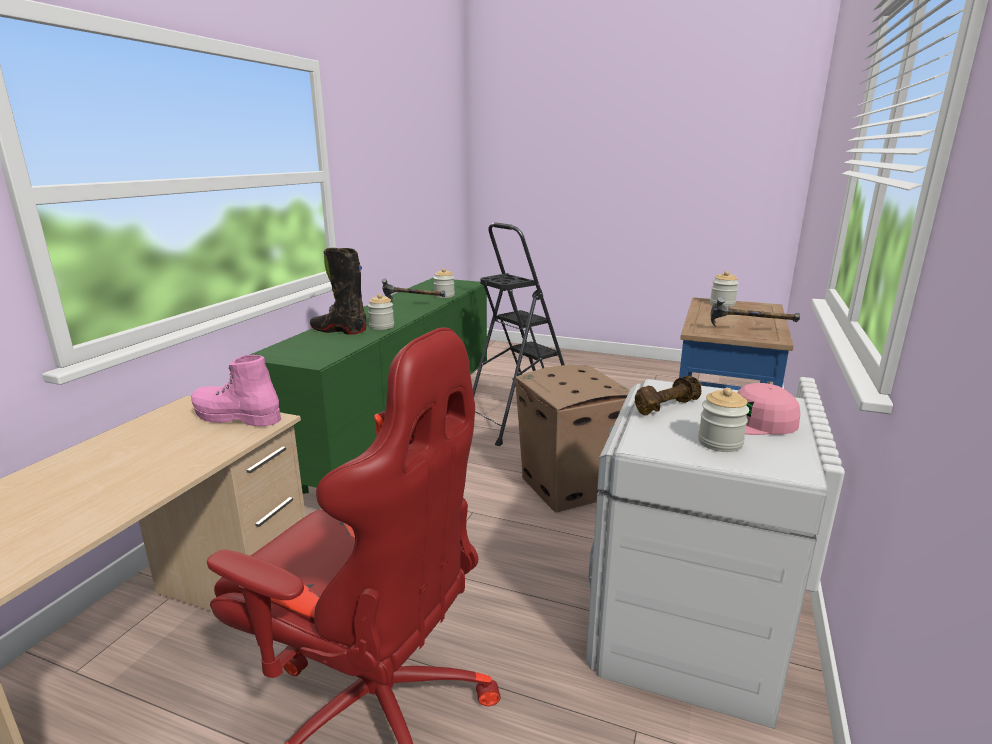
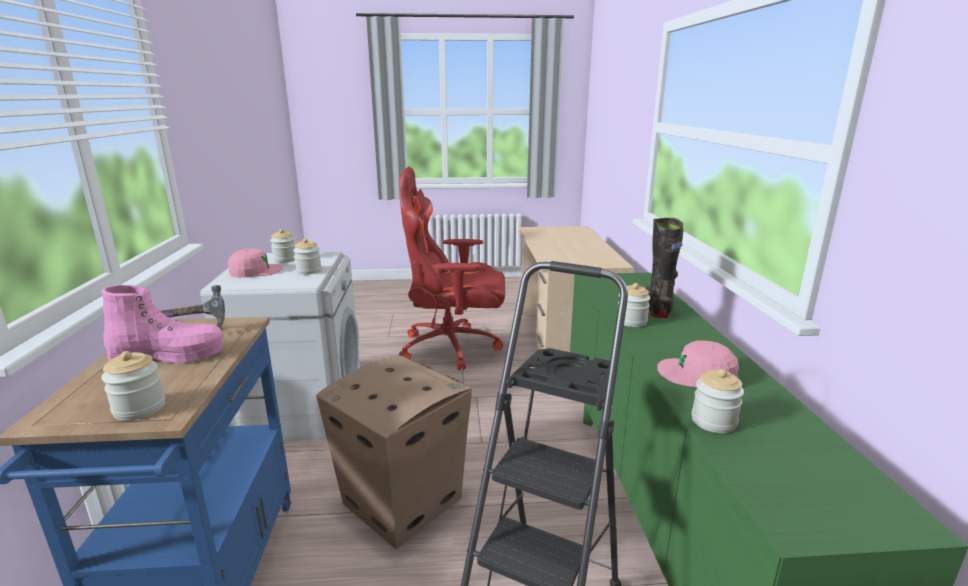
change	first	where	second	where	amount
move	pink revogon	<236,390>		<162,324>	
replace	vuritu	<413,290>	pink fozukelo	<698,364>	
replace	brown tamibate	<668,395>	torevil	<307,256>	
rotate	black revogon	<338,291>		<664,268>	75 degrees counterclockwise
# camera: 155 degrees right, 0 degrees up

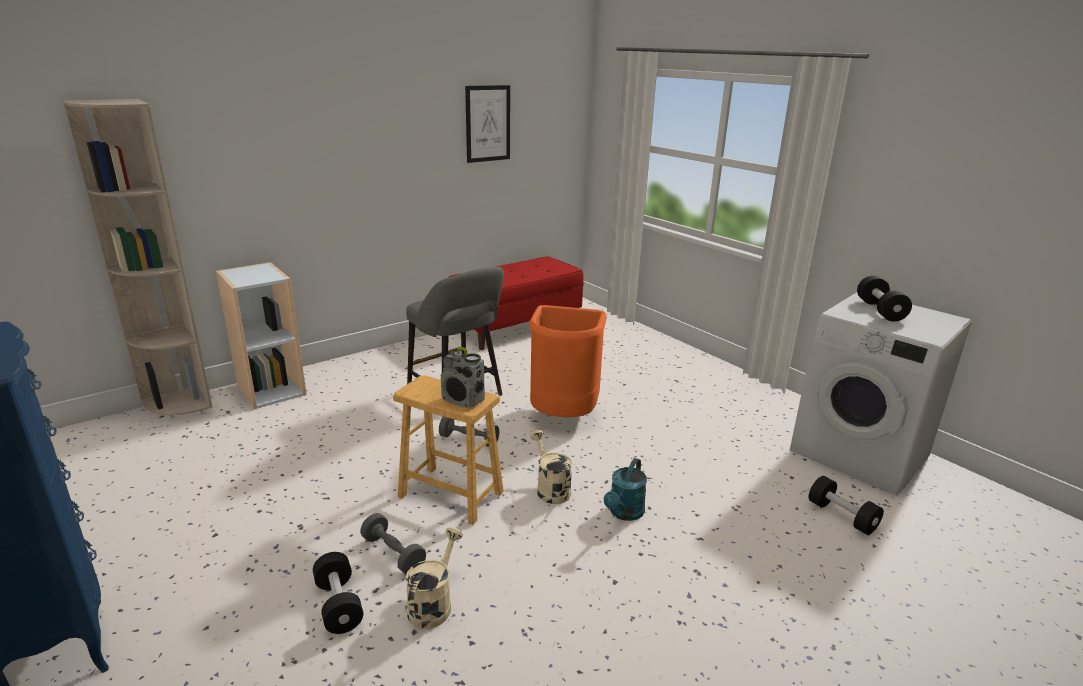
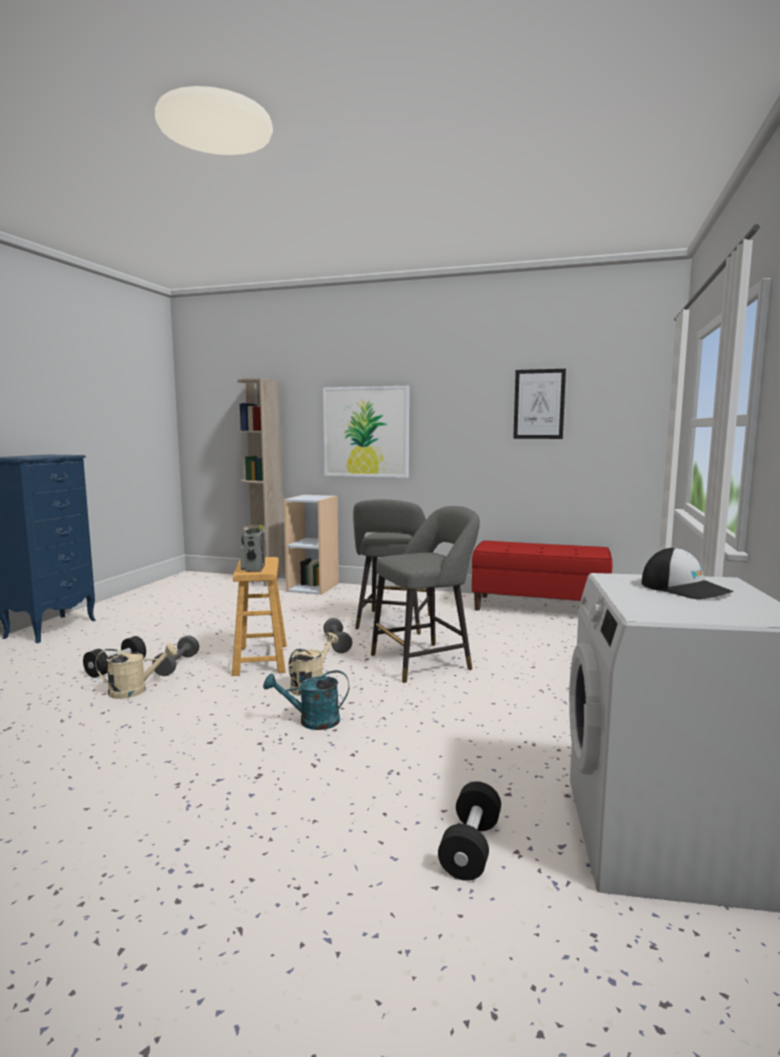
change	first	where	second	where	amount
insert			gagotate	<366,432>	
replace	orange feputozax	<568,361>	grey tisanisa	<425,594>	
replace	black tamibate	<884,298>	fozukelo	<687,573>	
# camera: 55 degrees right, 15 degrees down

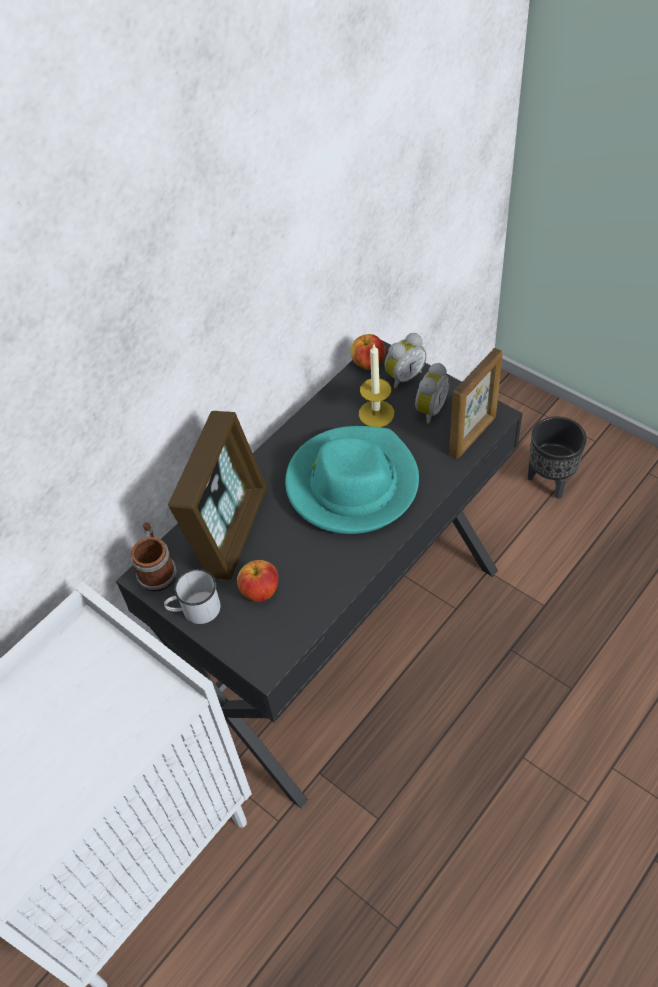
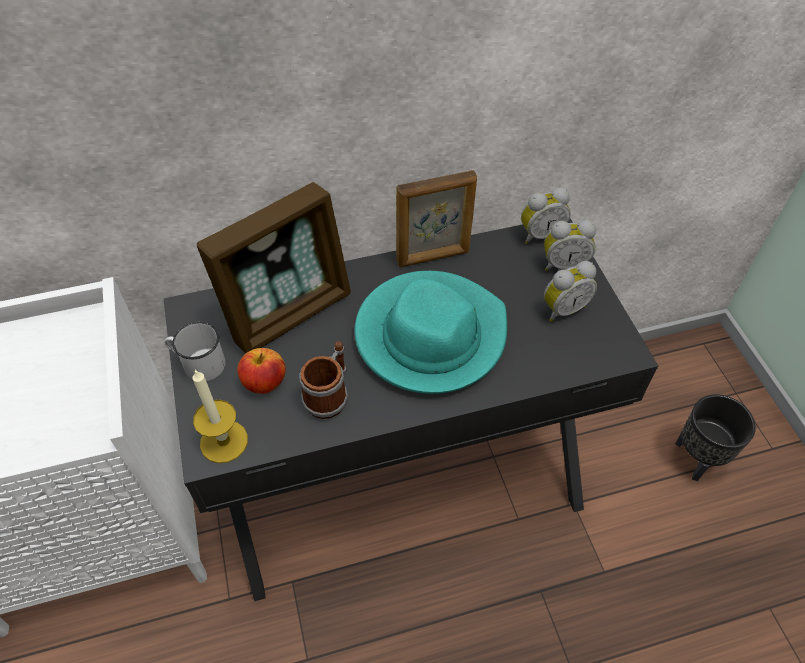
change	first	where	second	where	amount
move	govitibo	<153,556>		<323,380>	
move	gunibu	<376,386>		<220,416>	
move	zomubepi	<476,403>		<436,218>	
replace	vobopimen	<367,352>	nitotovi	<546,215>	
# camera: 30 degrees right, 0 degrees up

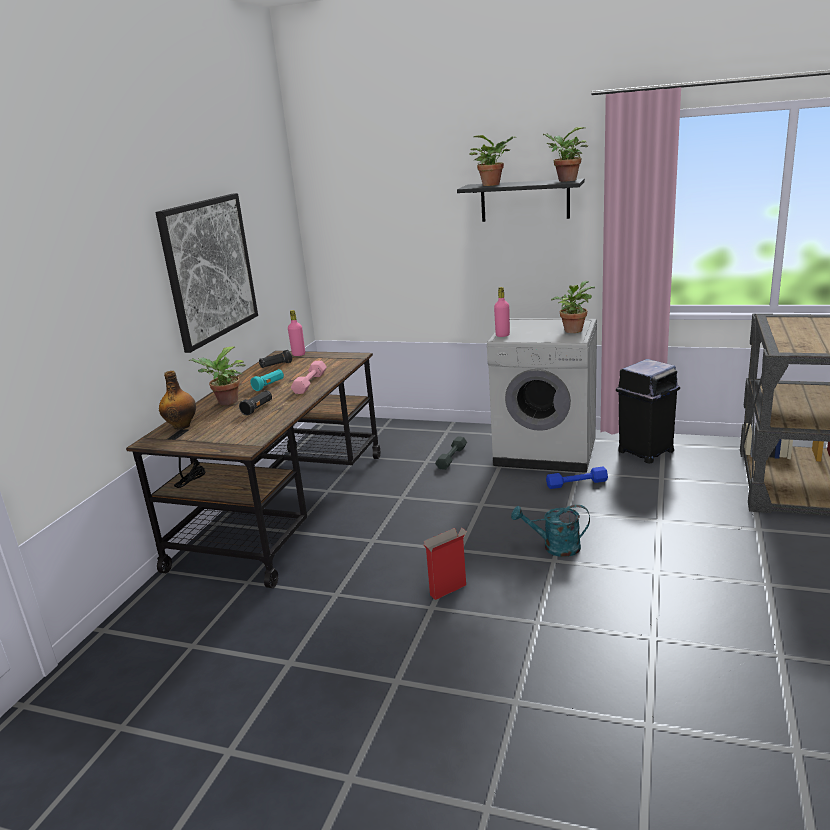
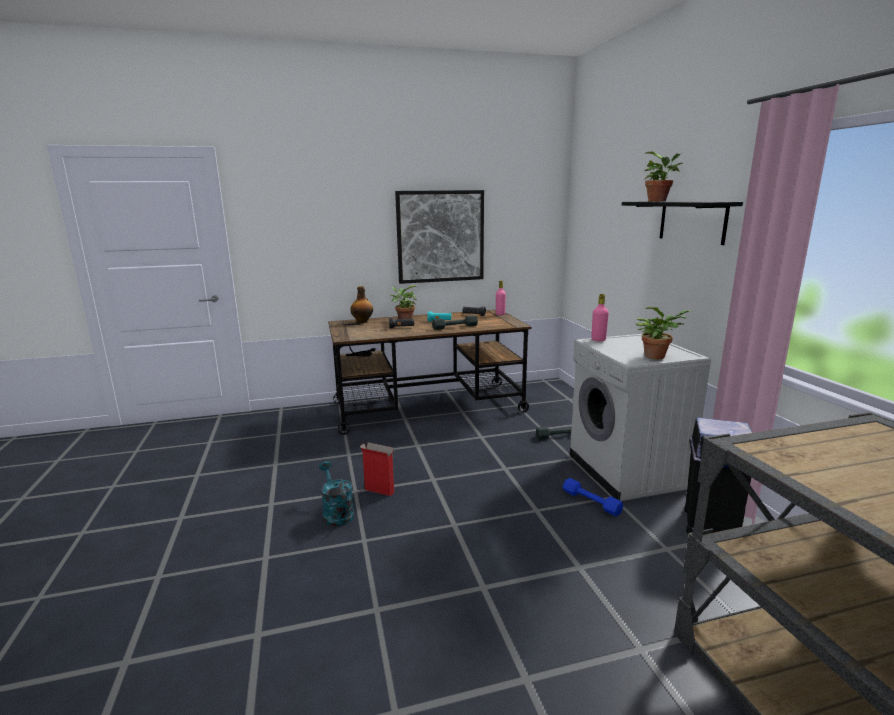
change	first	where	second	where	amount
delete	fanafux	<565,154>			
move	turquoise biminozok	<550,531>		<336,493>	
recolor	pink tamibate	<309,377>	grey tamibate	<455,322>	
# camera: 55 degrees right, 5 degrees down

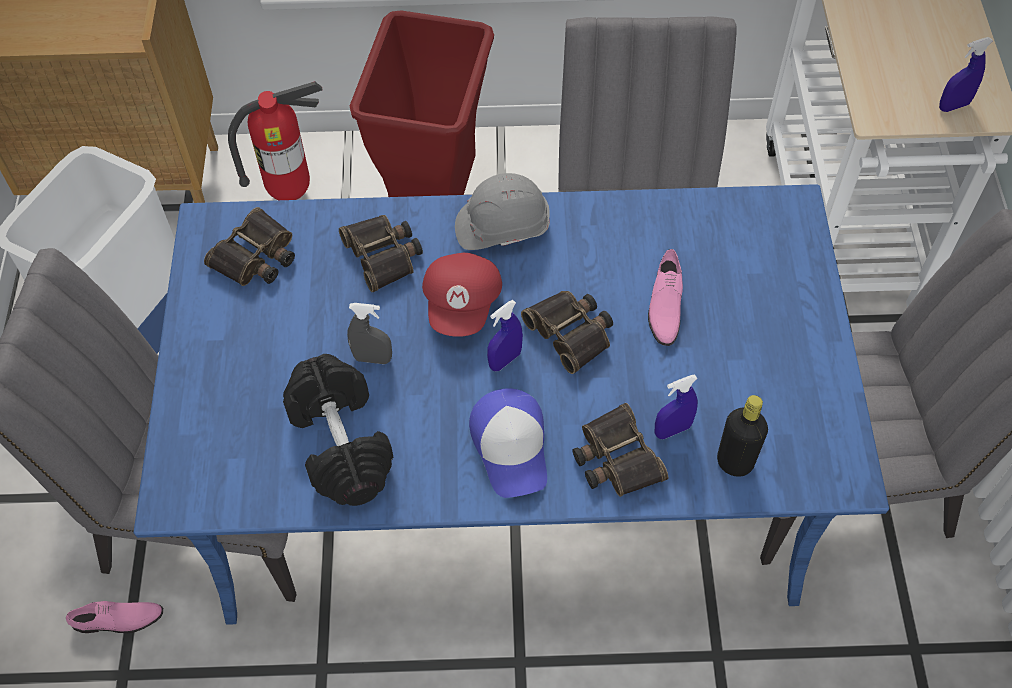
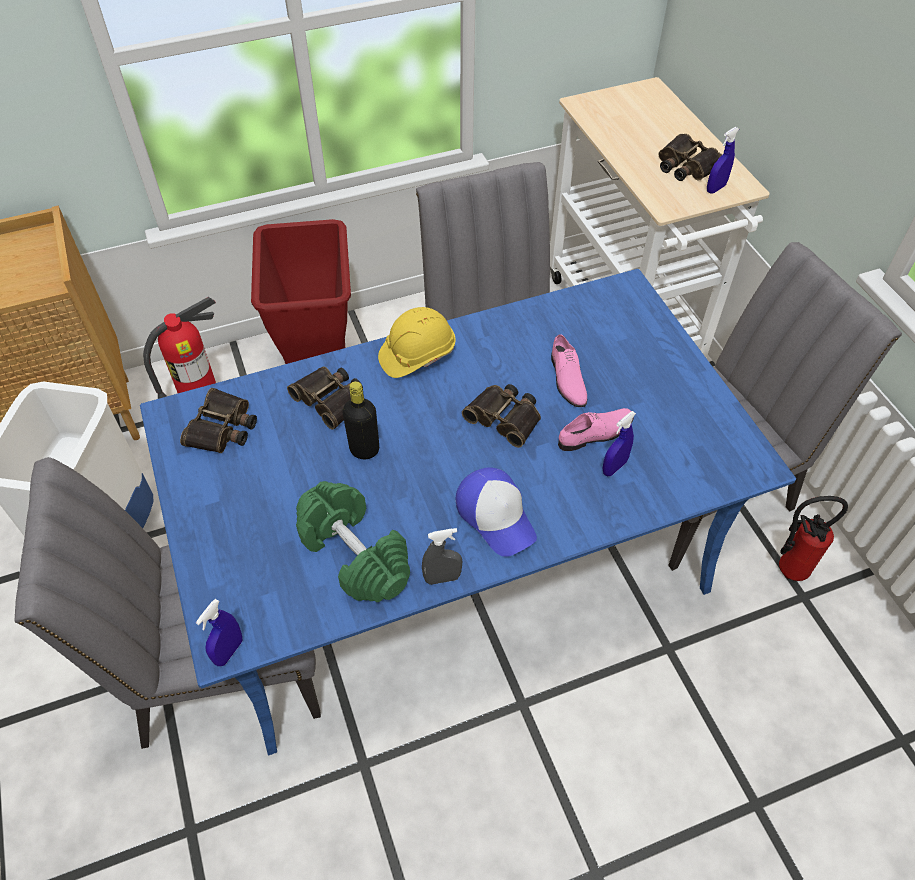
change	first	where	second	where	amount
delete	red fozukelo	<462,295>			
insert			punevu	<813,538>	
move	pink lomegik	<114,617>		<596,429>	
move	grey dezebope	<369,333>		<442,556>	
move	blue dezebope	<505,335>		<219,632>	
move	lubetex	<620,450>		<690,157>	
move	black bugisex	<742,436>		<360,420>	
recolor	black tamibate	<338,430>	green tamibate	<353,541>	
recolor	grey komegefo	<502,211>	yellow komegefo	<417,342>	
# camera: 20 degrees left, 5 degrees down

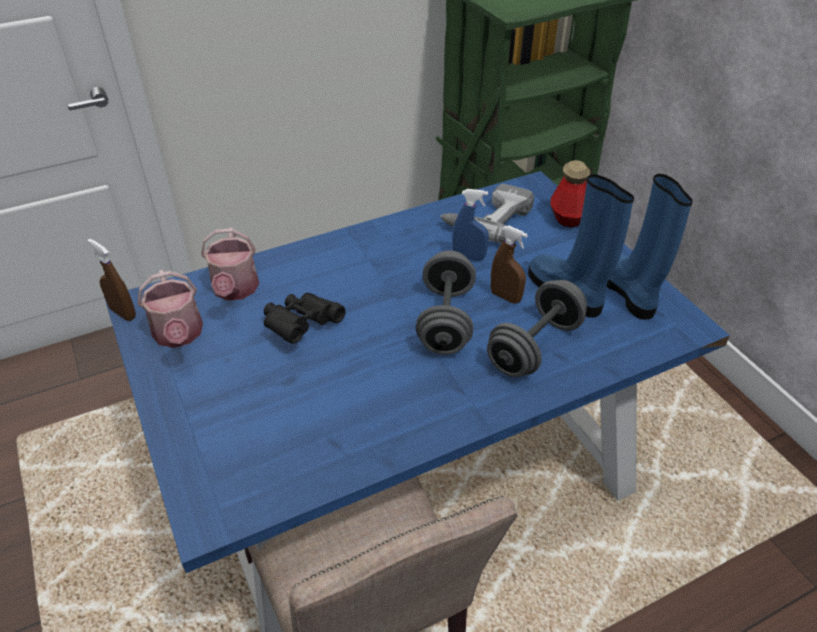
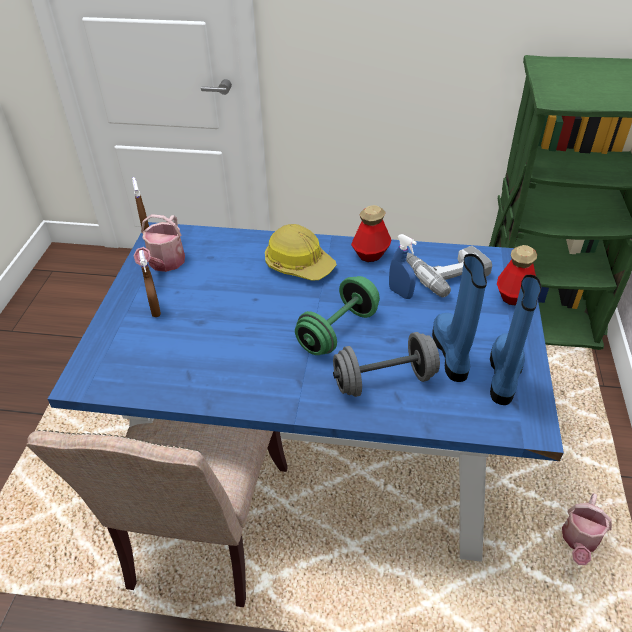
change	first	where	second	where	amount
delete	black lubetex	<305,318>			
insert			komegefo	<301,252>	
insert			bugisex	<371,233>	
move	biminozok	<230,264>		<587,529>	
move	brown dezebope	<509,265>		<150,283>	
recolor	grey tamibate	<446,302>	green tamibate	<337,315>	
# camera: 35 degrees right, 0 degrees up

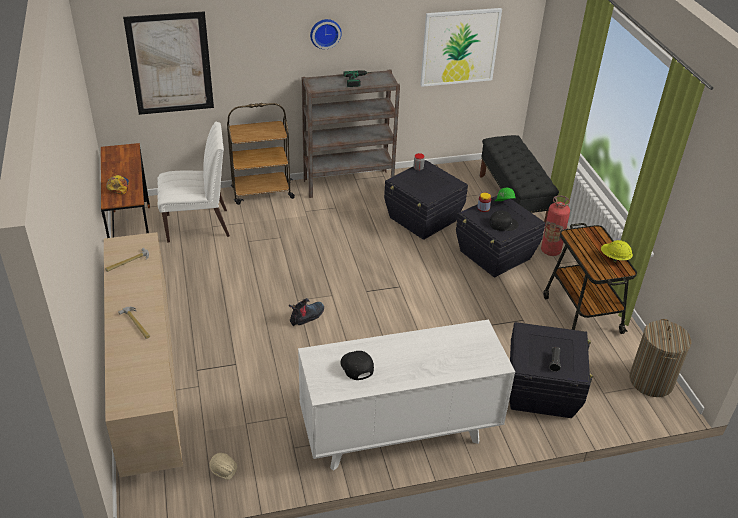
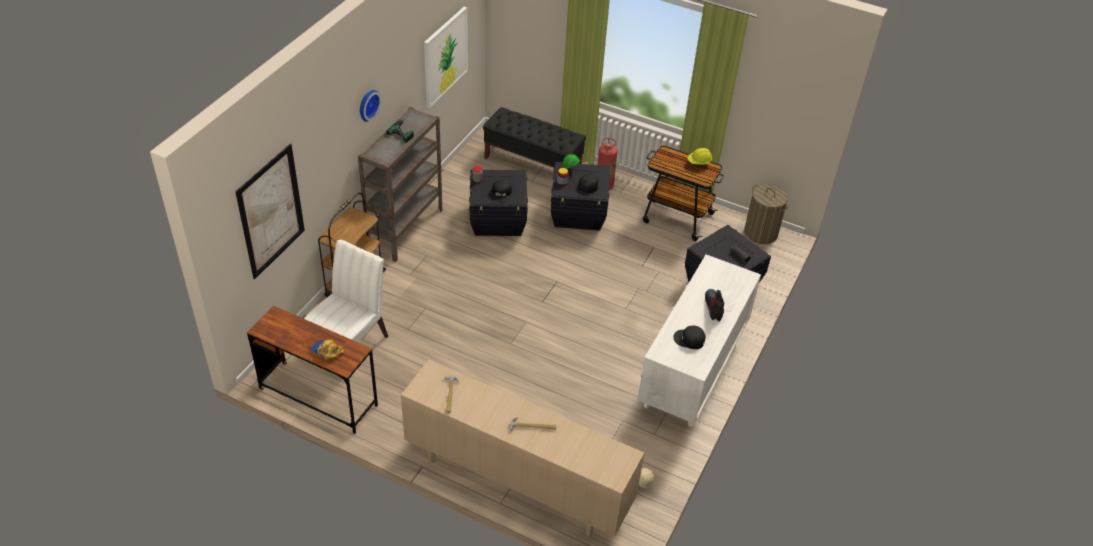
change	first	where	second	where	amount
insert			black fozukelo	<501,191>	
move	revogon	<306,312>		<714,305>	
# camera: 50 degrees left, 5 degrees up

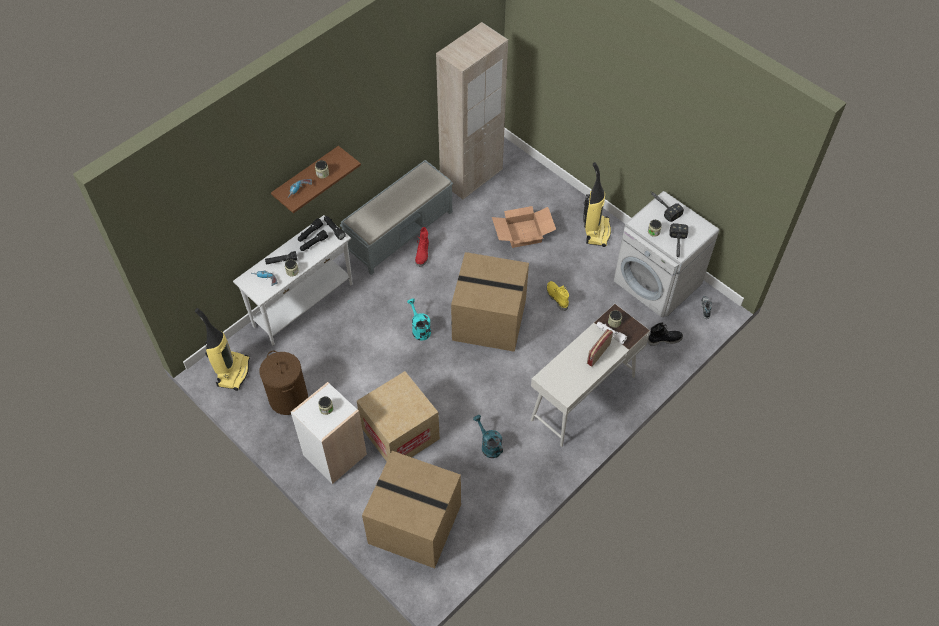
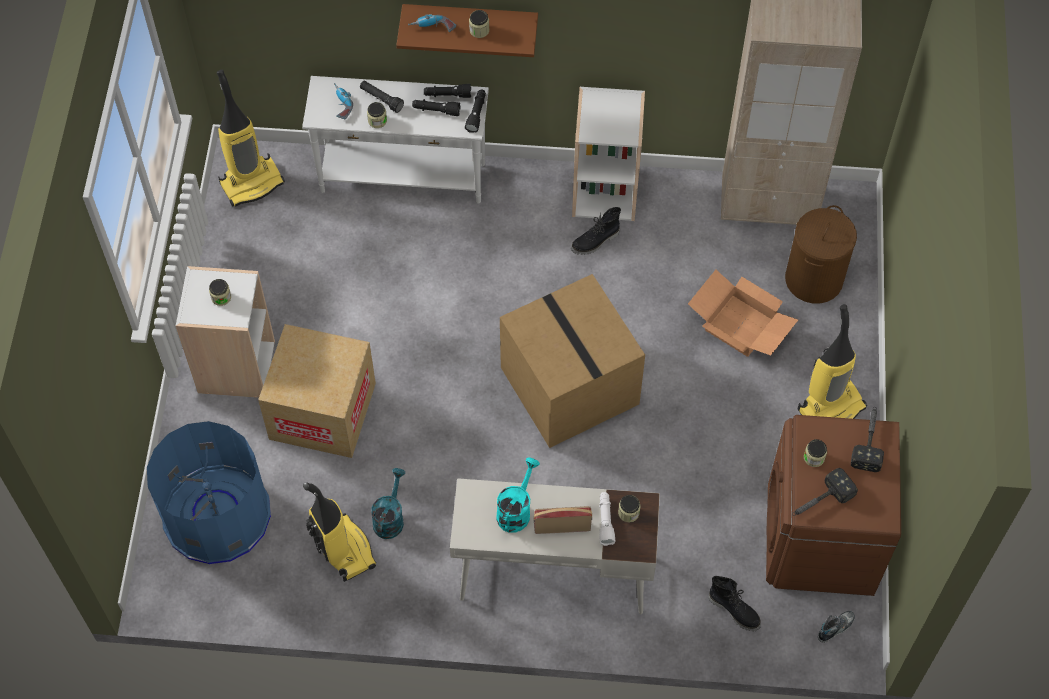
change	first	where	second	where	amount
delete	yellow revogon	<558,296>			
insert			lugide	<339,532>	
move	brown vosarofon	<283,383>		<821,254>	
move	turquoise biminozok	<419,319>		<518,495>	
replace	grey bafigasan	<396,217>	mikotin	<608,154>	
replace	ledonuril	<411,509>	blue feputozax	<209,492>	
recolor	red revogon	<422,247>	black revogon	<596,231>	
recolor	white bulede	<666,254>	brown bulede	<833,505>	
# camera: 50 degrees right, 5 degrees up

